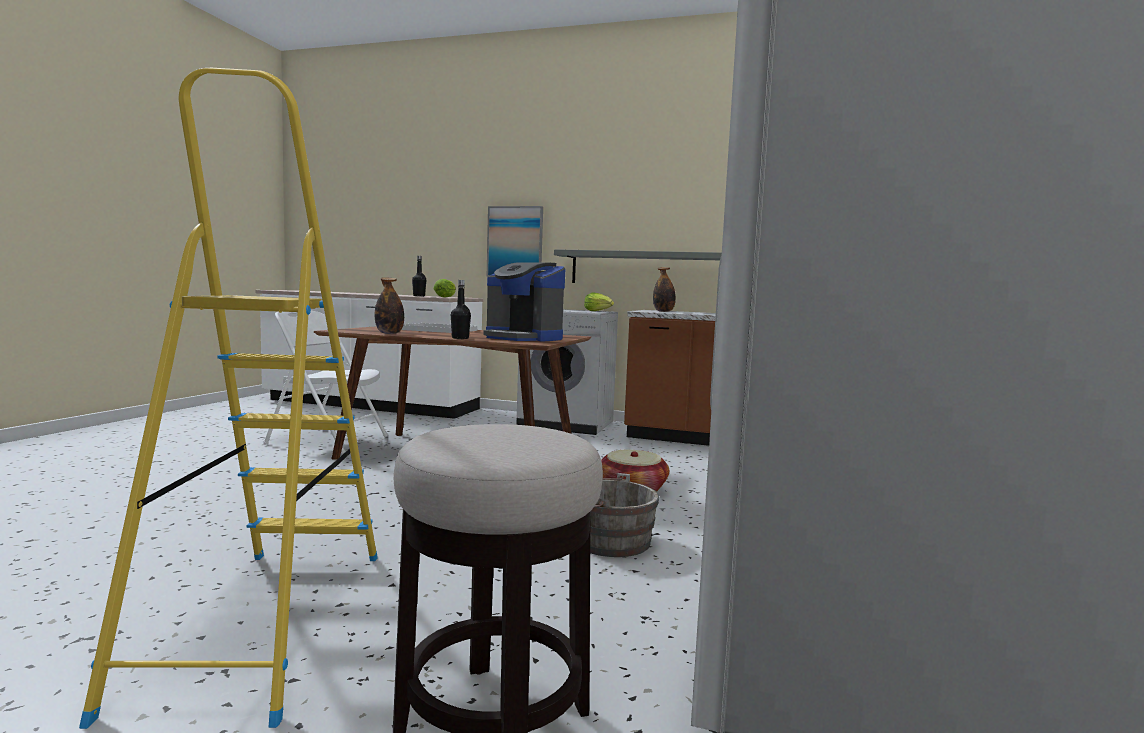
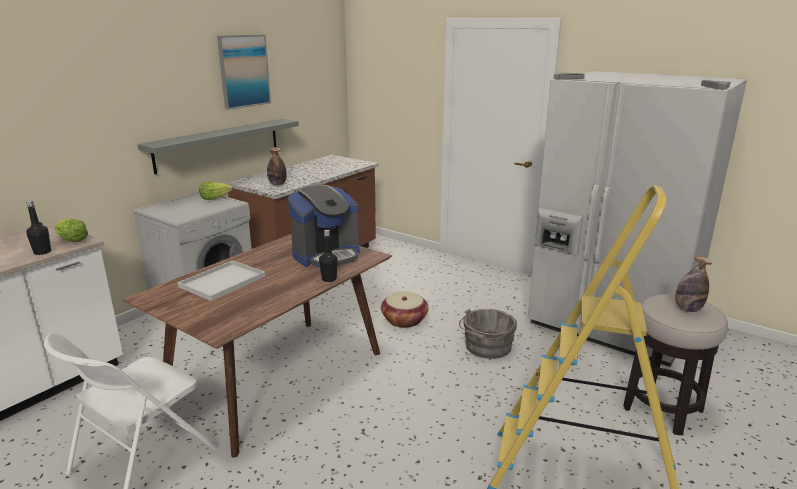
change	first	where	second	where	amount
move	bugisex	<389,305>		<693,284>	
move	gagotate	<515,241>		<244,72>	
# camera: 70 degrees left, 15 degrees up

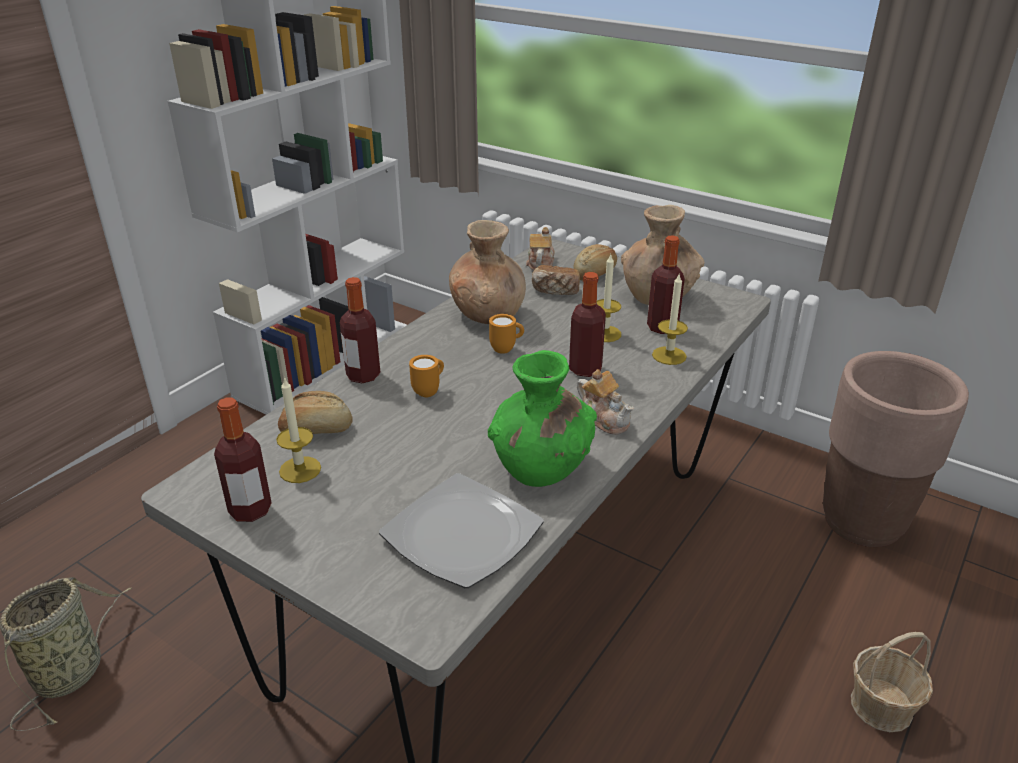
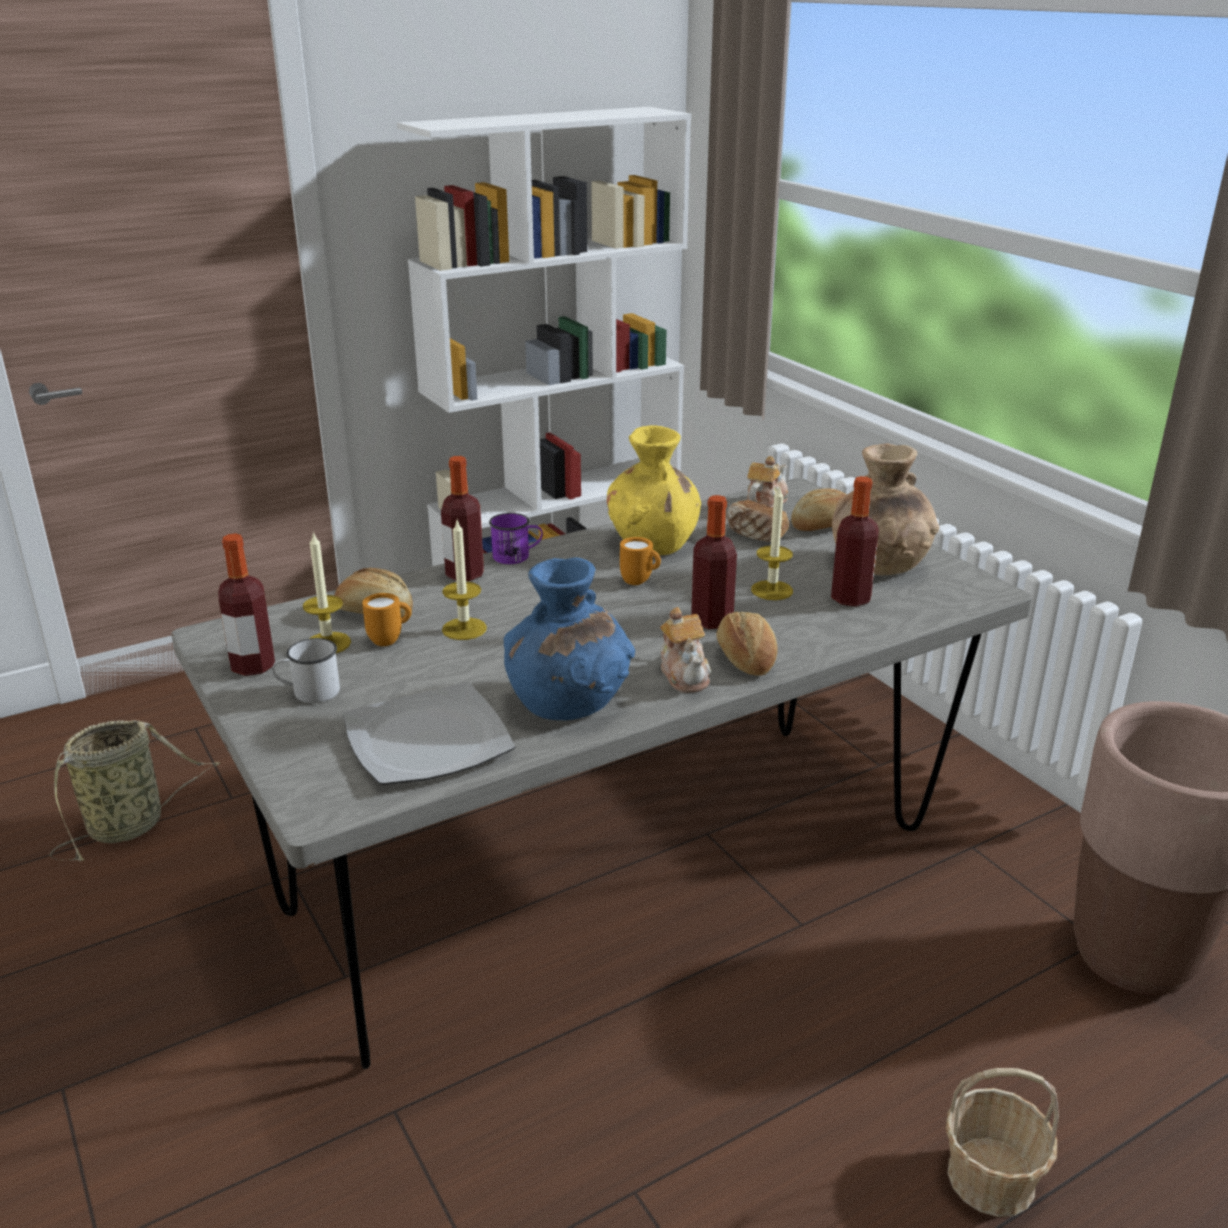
change	first	where	second	where	amount
insert			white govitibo	<306,670>	
insert			purple govitibo	<516,538>	
insert			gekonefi	<747,644>	
move	orange govitibo	<426,376>		<387,619>	
move	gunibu	<670,319>		<464,580>	
recolor	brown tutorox	<487,272>	yellow tutorox	<654,490>	
recolor	green tutorox	<542,418>	blue tutorox	<569,638>	
# camera: 25 degrees right, 5 degrees down

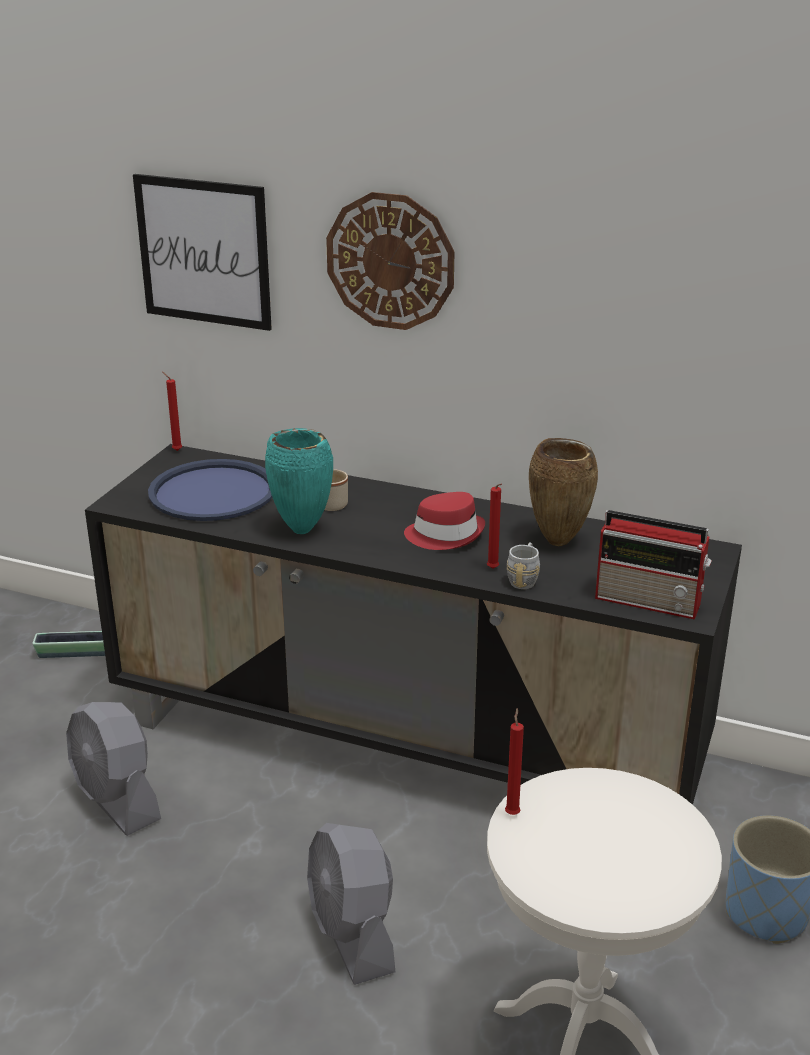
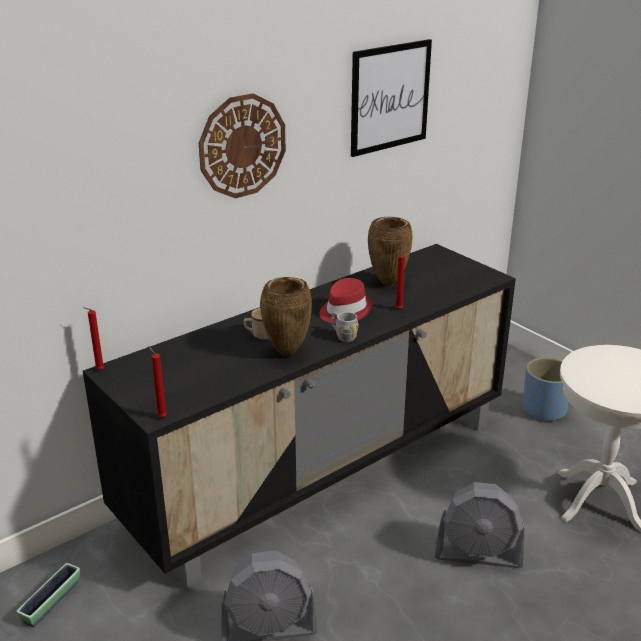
change	first	where	second	where	amount
delete	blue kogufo	<210,490>			
delete	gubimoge	<653,565>			
move	gagotate	<202,252>		<391,98>	
move	red gunibu	<514,761>		<157,382>	
move	grey govitibo	<523,566>		<345,327>	
recolor	turquoise tutorox	<299,481>	brown tutorox	<286,317>	
# camera: 60 degrees left, 0 degrees up

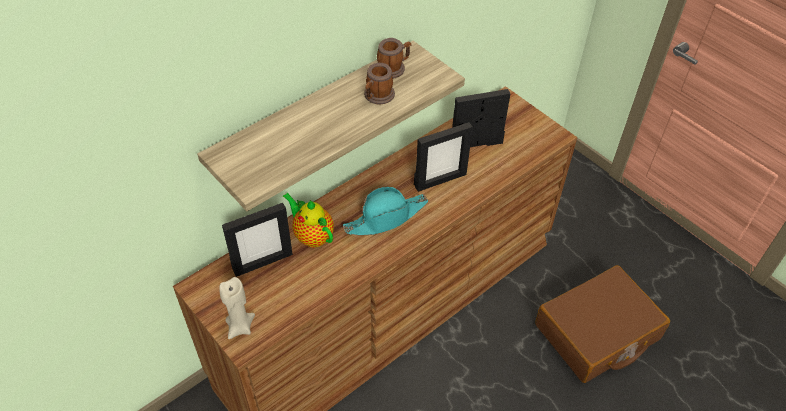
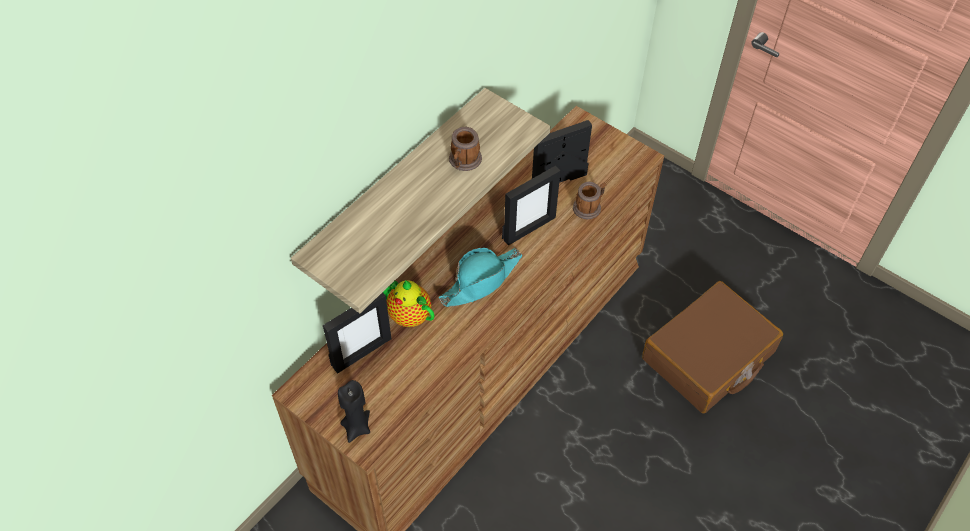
change	first	where	second	where	amount
move	govitibo	<394,58>		<590,200>	
recolor	beige gunibu	<237,308>	black gunibu	<354,411>	
# camera: 10 degrees left, 5 degrees up

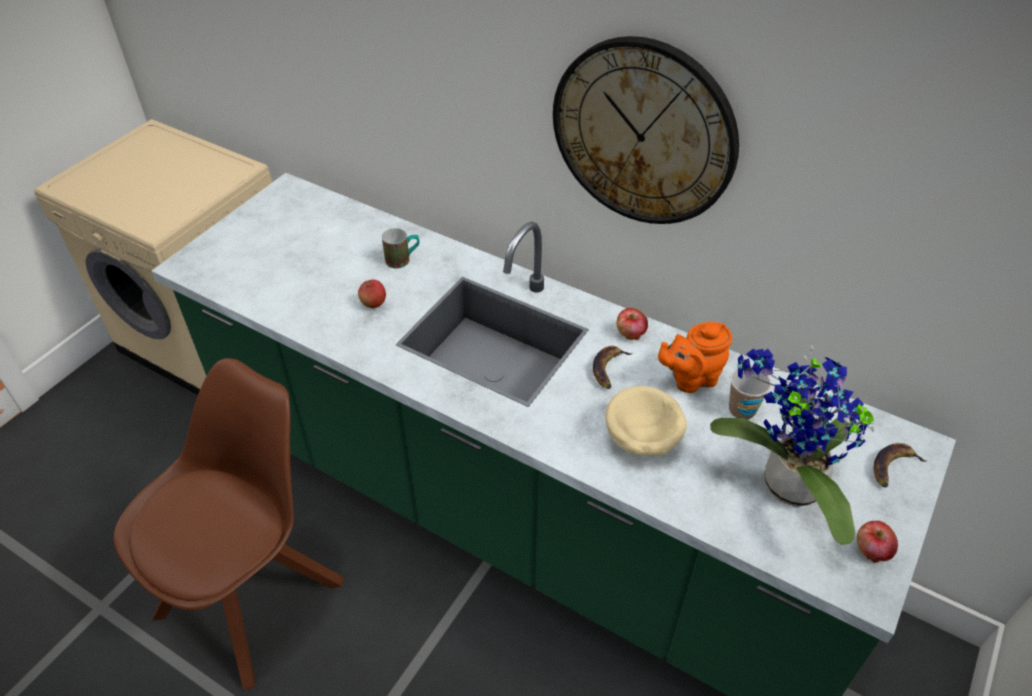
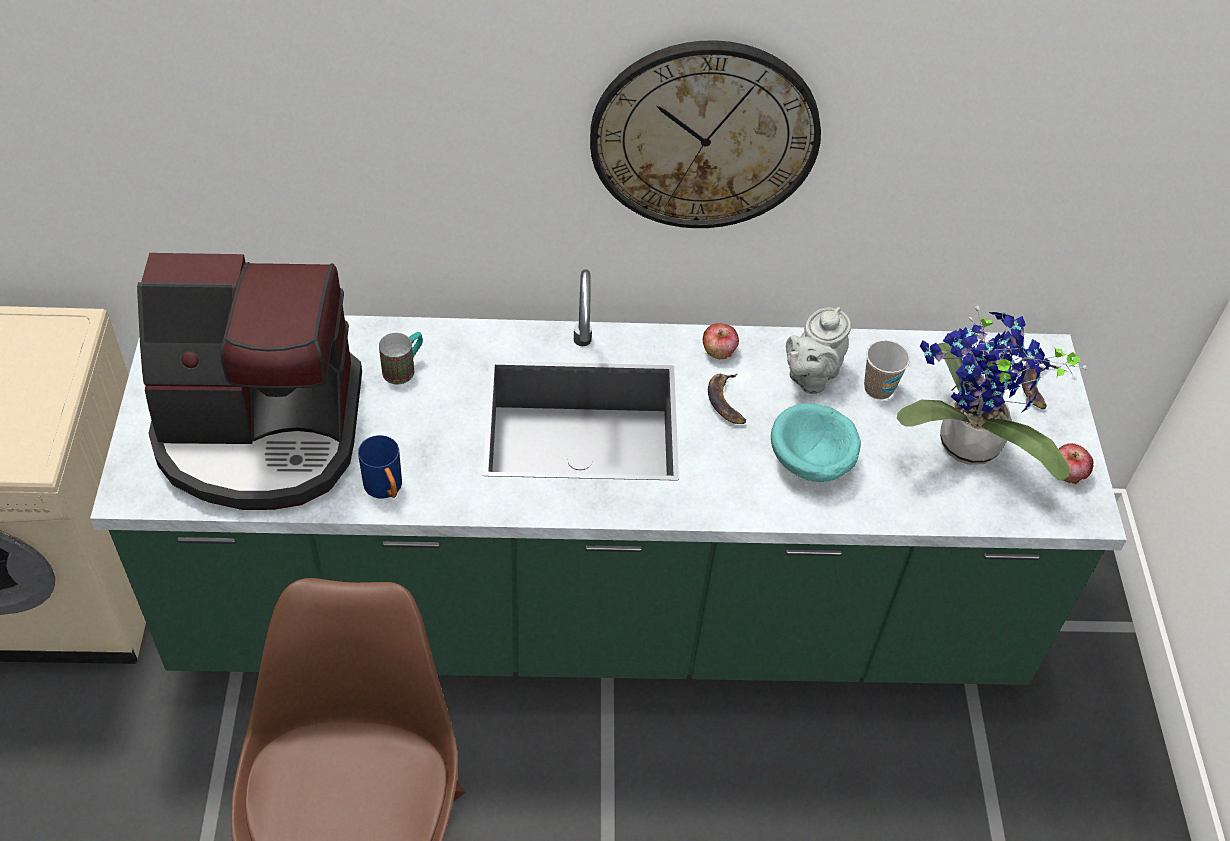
change	first	where	second	where	amount
delete	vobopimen	<372,294>			
insert			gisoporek	<249,381>	
insert			blue govitibo	<380,467>	
recolor	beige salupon	<646,421>	turquoise salupon	<816,443>	
recolor	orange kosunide	<695,357>	grey kosunide	<818,350>	
# camera: 35 degrees left, 5 degrees up

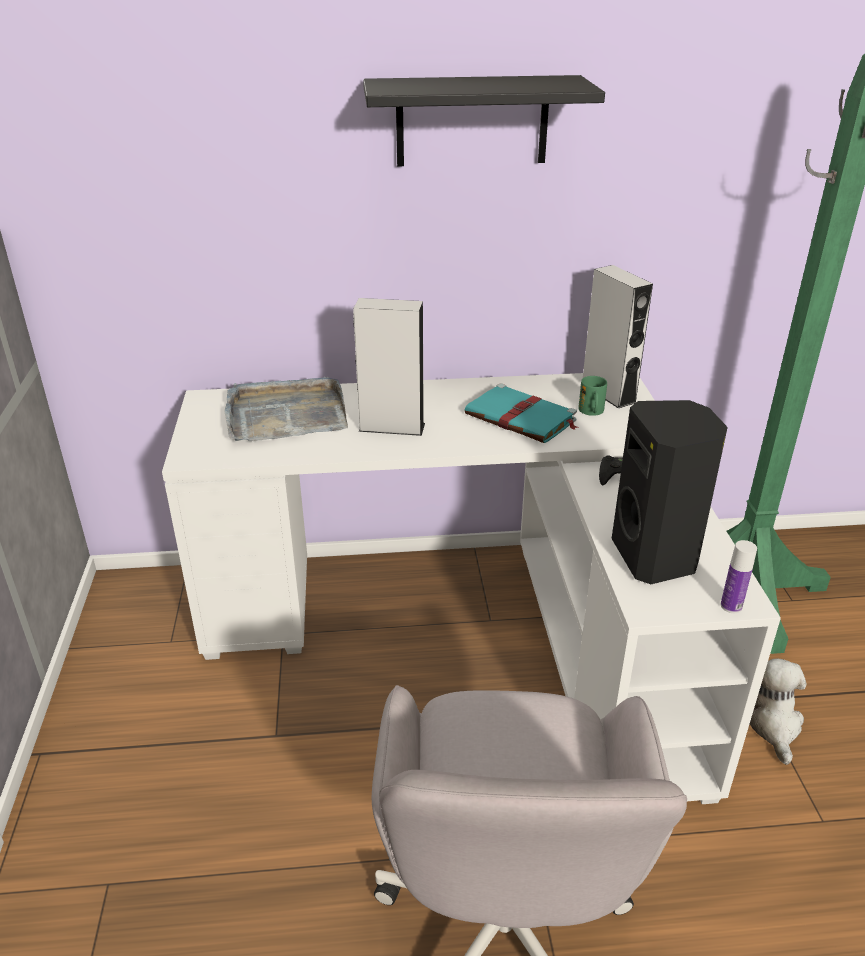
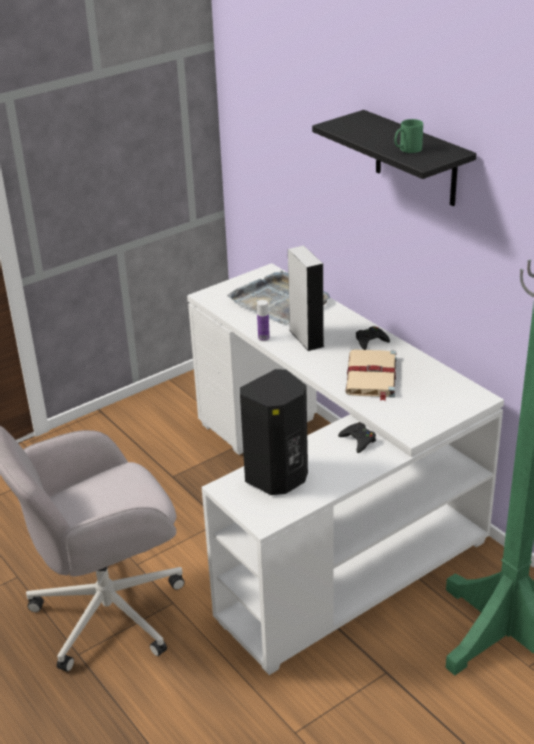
change	first	where	second	where	amount
delete	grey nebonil	<618,336>			
delete	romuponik	<778,712>			
insert			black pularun	<373,338>	
move	green govitibo	<592,396>		<408,136>	
move	bugisex	<738,576>		<263,320>	
recolor	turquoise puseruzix	<521,413>	beige puseruzix	<370,375>	
# camera: 60 degrees right, 0 degrees up

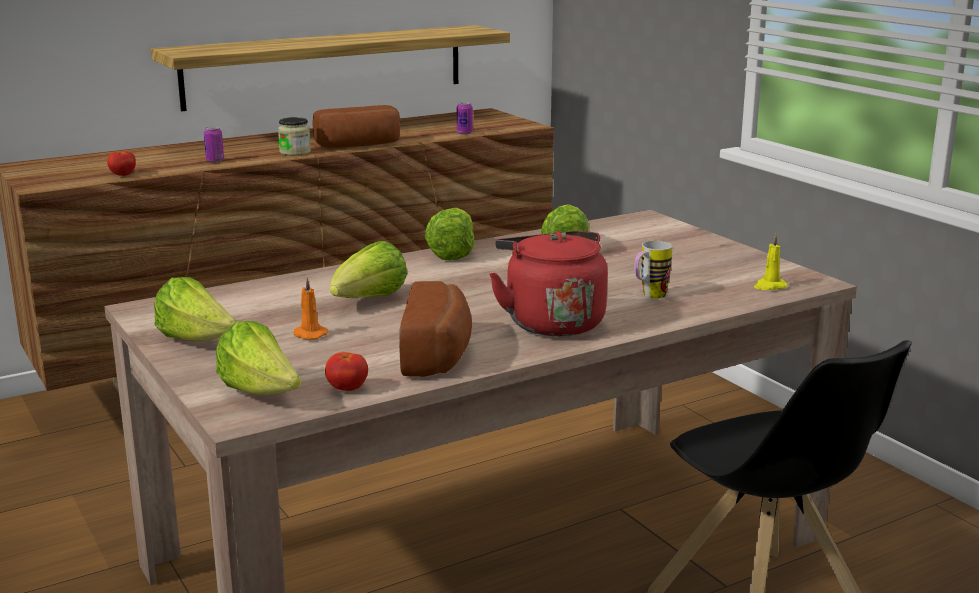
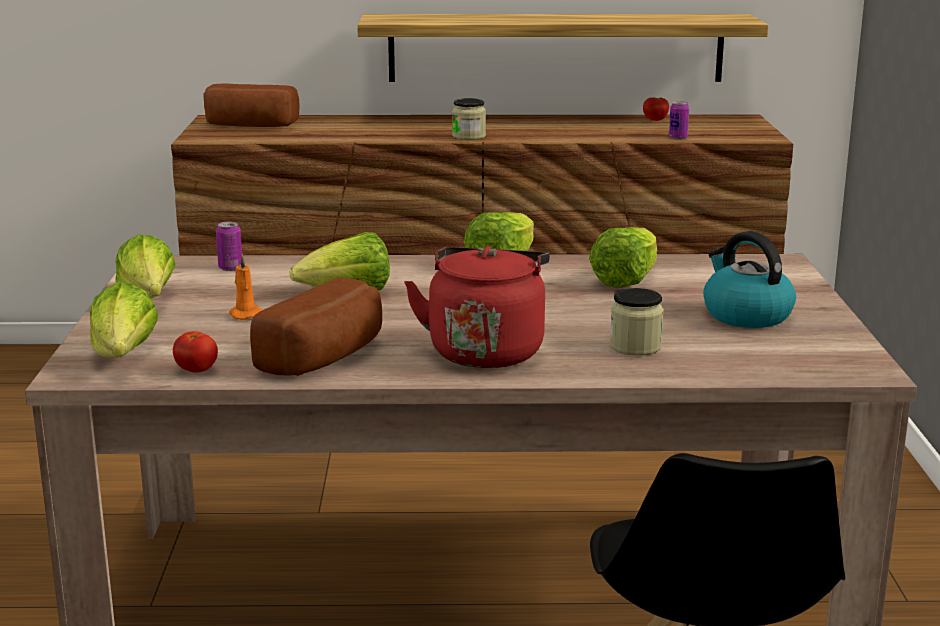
change	first	where	second	where	amount
delete	yellow gunibu	<770,262>			
insert			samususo	<749,279>	
move	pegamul	<121,163>		<656,109>	
move	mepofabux	<214,145>		<229,246>	
move	gekonefi	<356,126>		<251,105>	
replace	govitibo	<653,270>	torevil	<637,322>	
# camera: 30 degrees right, 0 degrees up

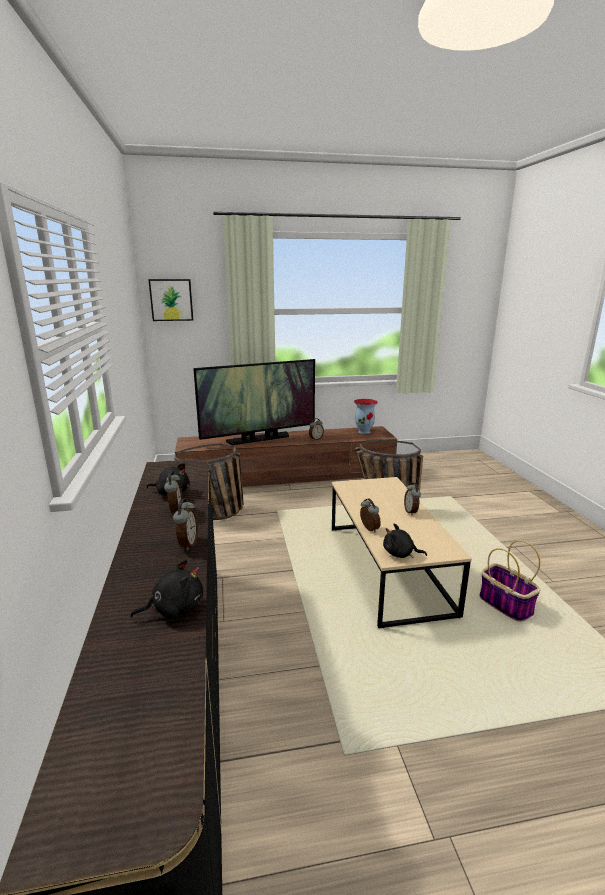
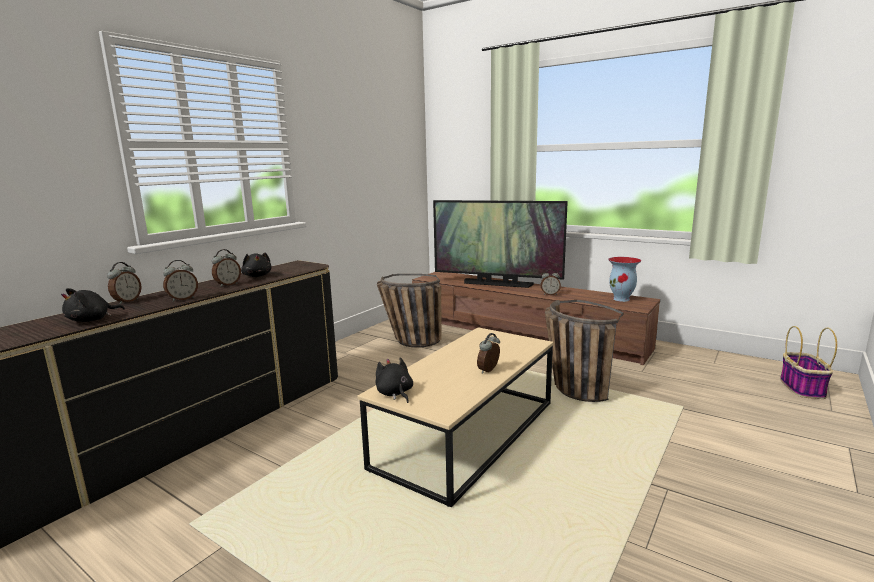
change	first	where	second	where	amount
delete	gagotate	<170,300>			
move	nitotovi	<370,515>		<124,283>	
move	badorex	<509,581>		<808,362>	
rotate	black romuponik	<166,589>		<93,305>	105 degrees clockwise
# camera: 45 degrees right, 5 degrees down

